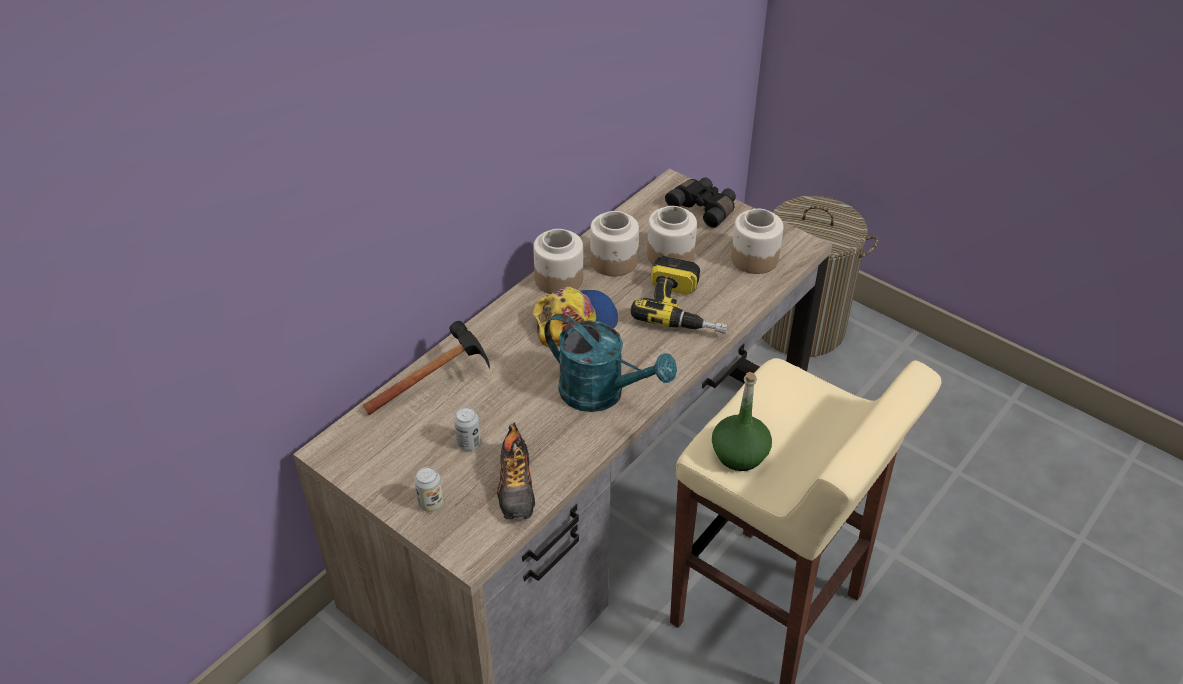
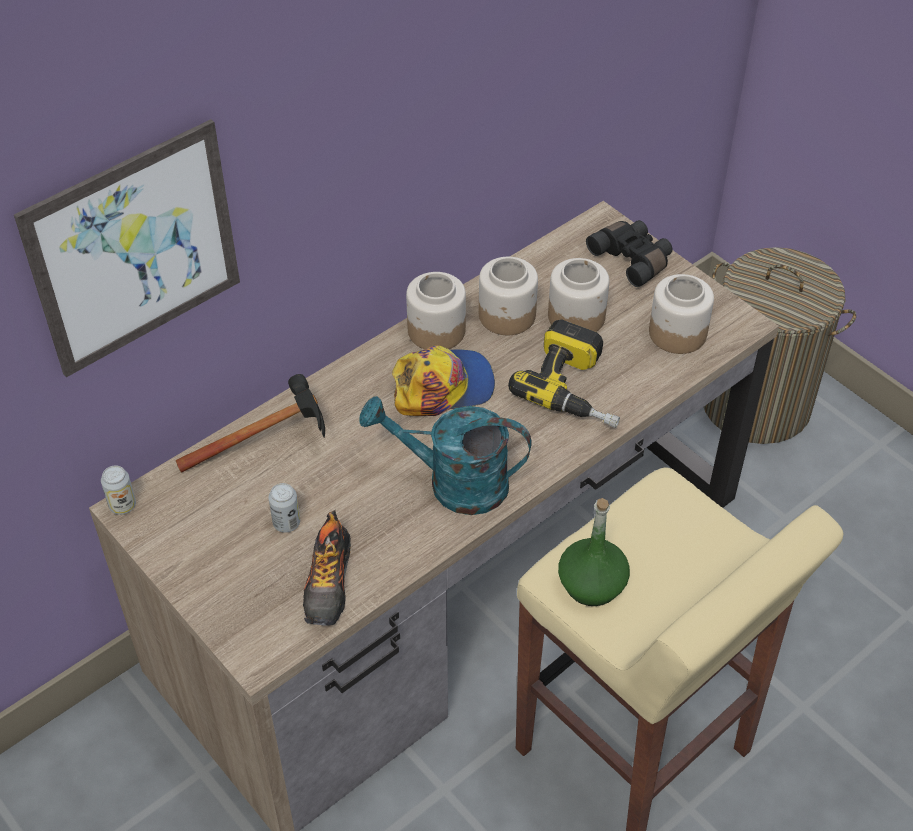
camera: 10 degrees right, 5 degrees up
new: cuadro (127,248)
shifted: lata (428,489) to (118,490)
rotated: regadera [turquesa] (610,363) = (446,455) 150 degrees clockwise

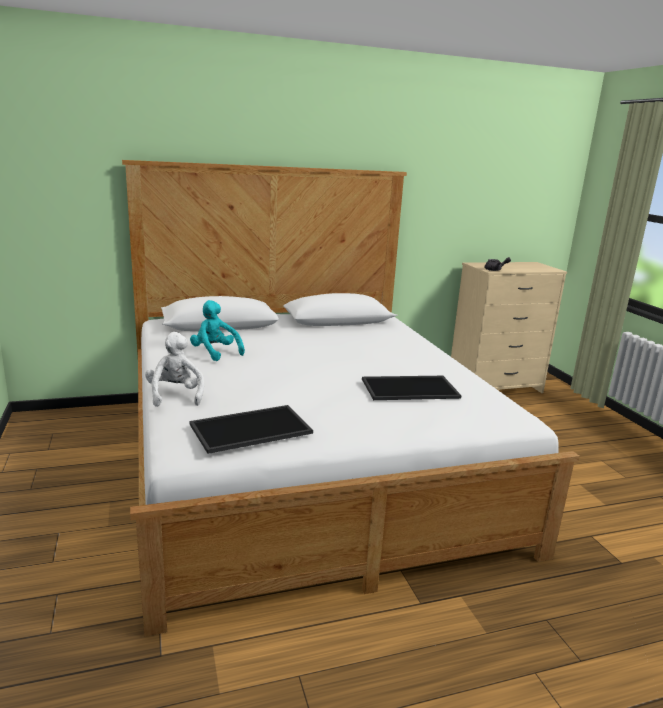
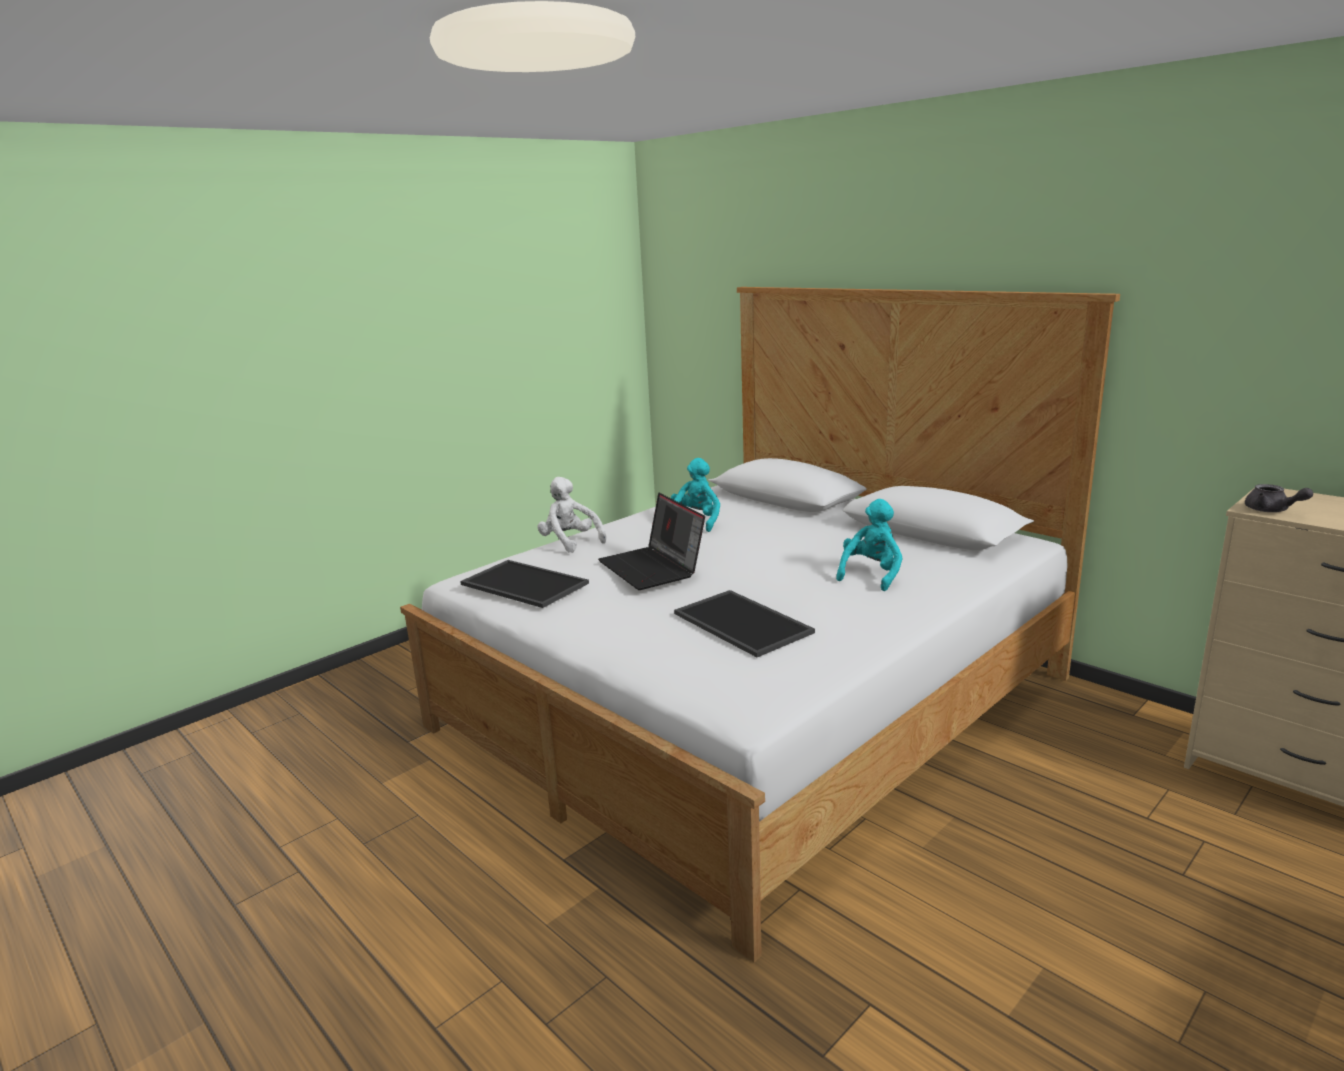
camera: 65 degrees right, 0 degrees up
new: portátil (651,541); peluche [turquesa] (869,545)
rotated: peluche [blanco] (174,369) = (571,515) 90 degrees counterclockwise

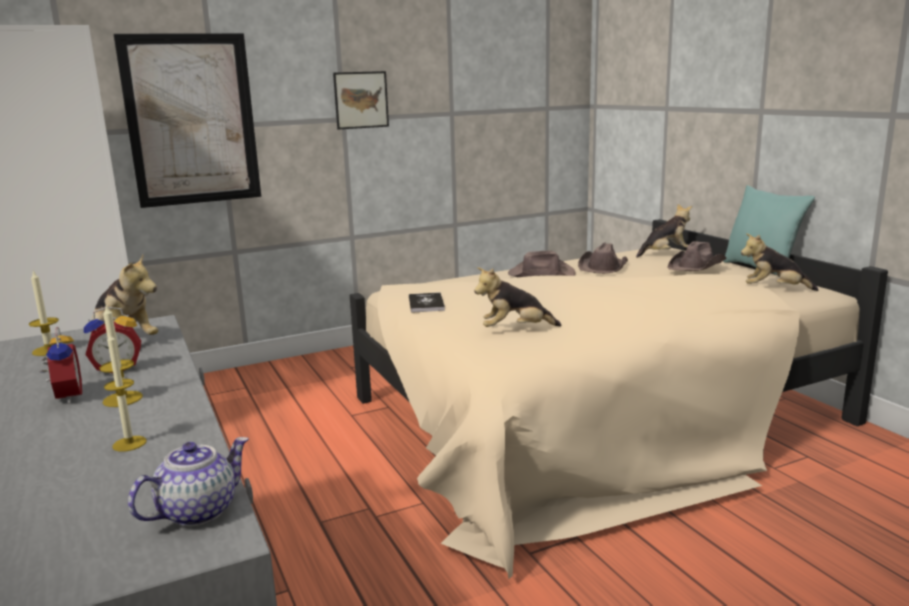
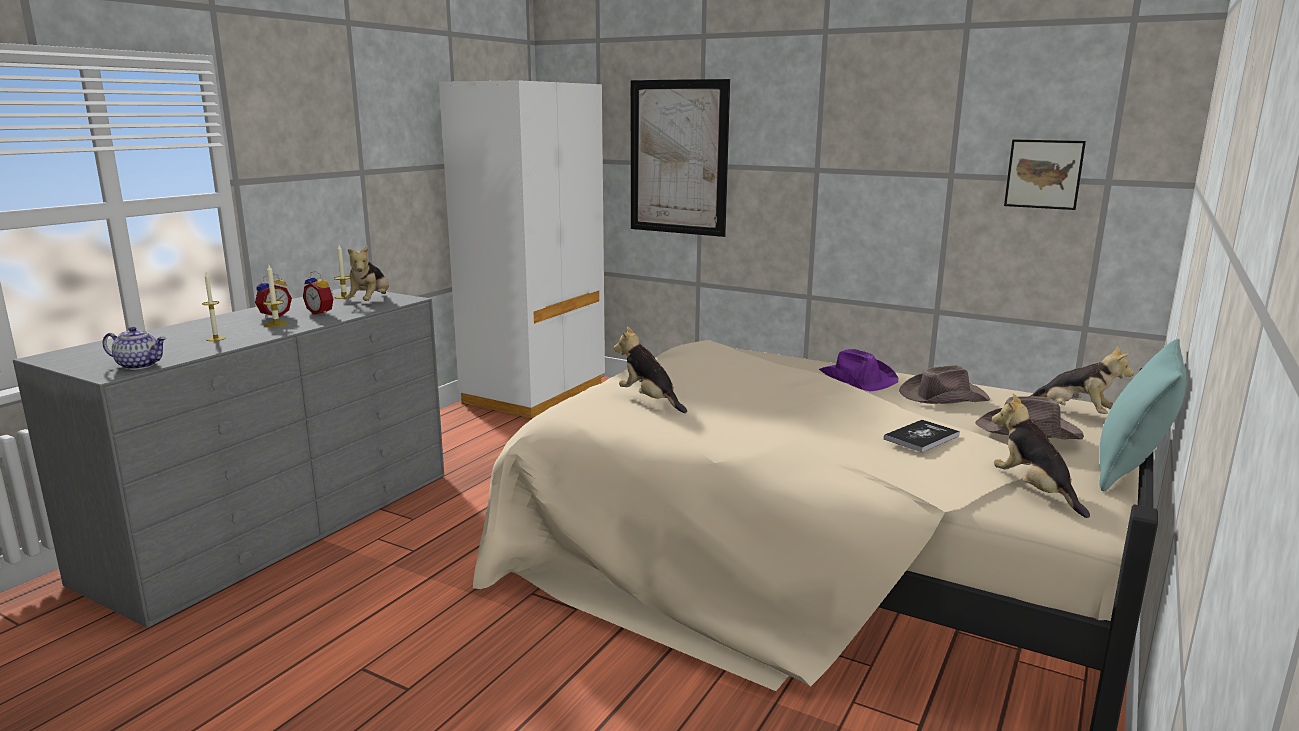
camera: 55 degrees right, 0 degrees up
shifted: cuadro (361,100) to (1045,174); libro (427,302) to (922,436)
repainted: sombrero [marrón] (541,264) to sombrero [morado] (858,370)

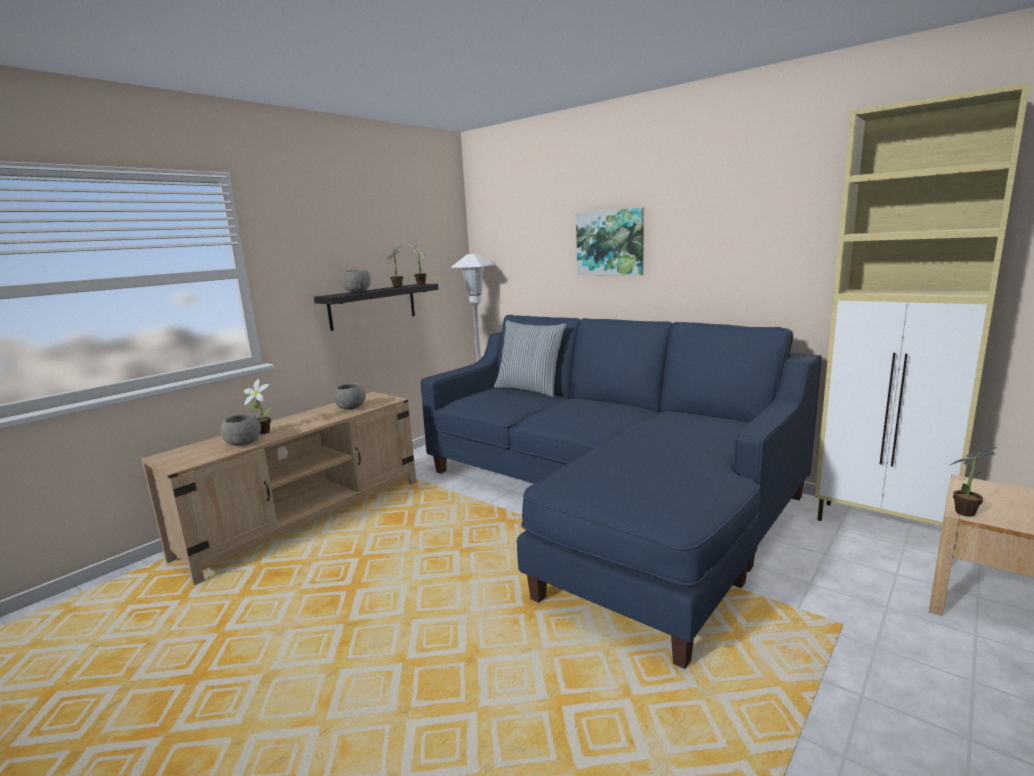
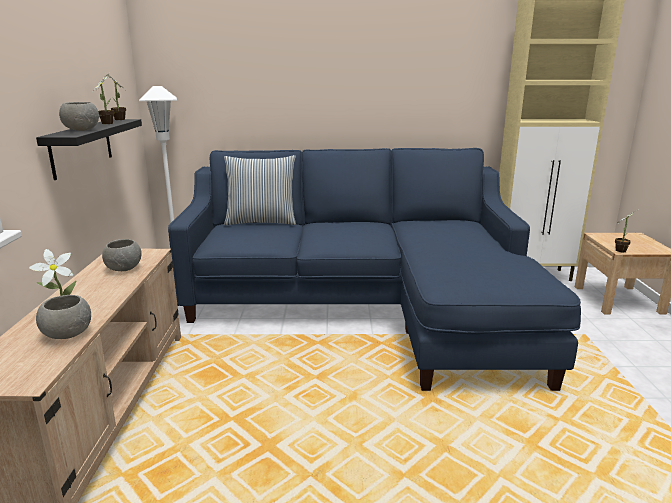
camera: 40 degrees left, 5 degrees up
gone: cuadro (610,241)

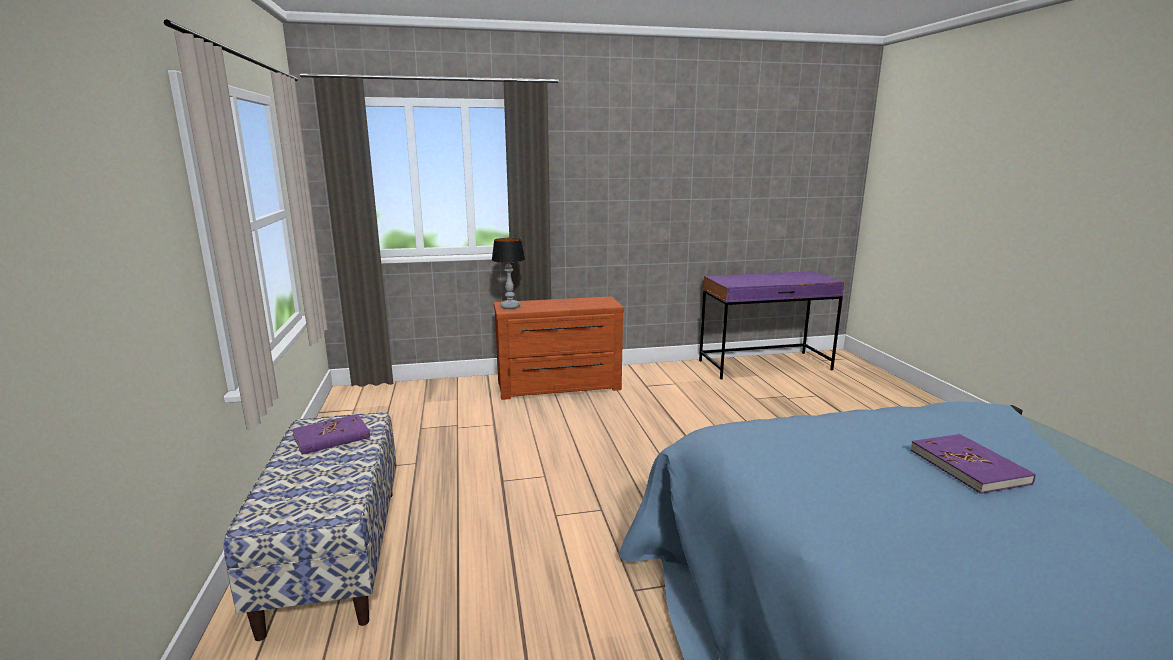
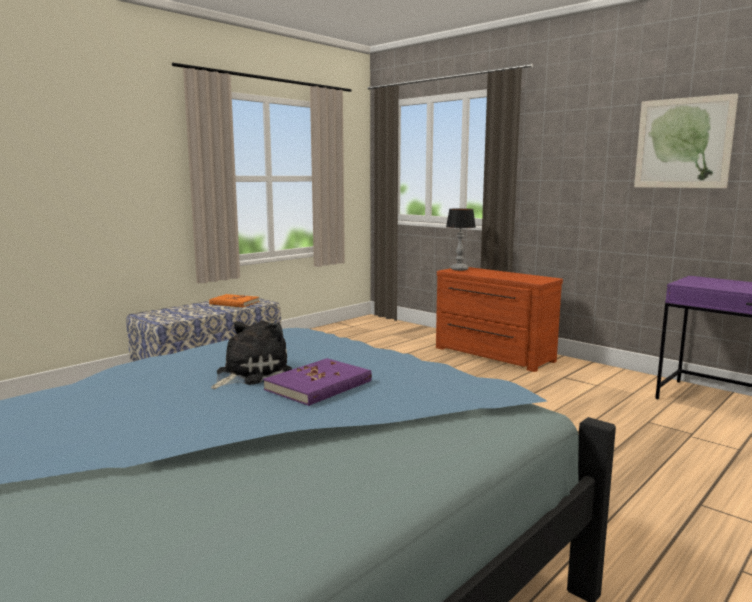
camera: 55 degrees right, 5 degrees down
new: cuadro (686,140); peluche (251,355)
repainted: libro [morado] (331,434) to libro [naranja] (234,301)

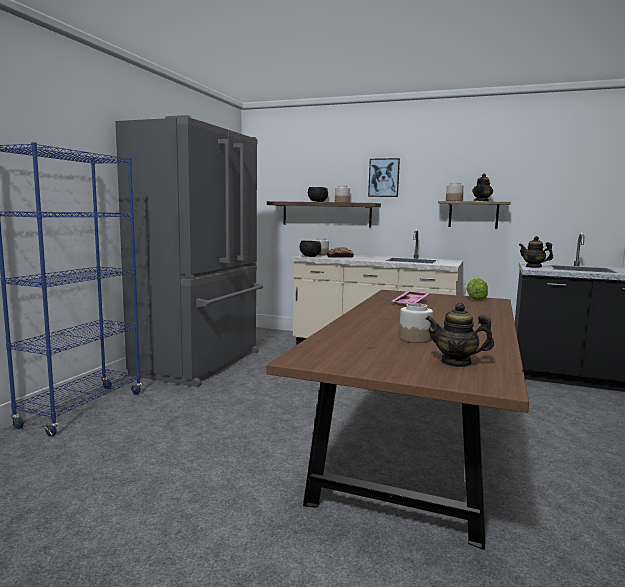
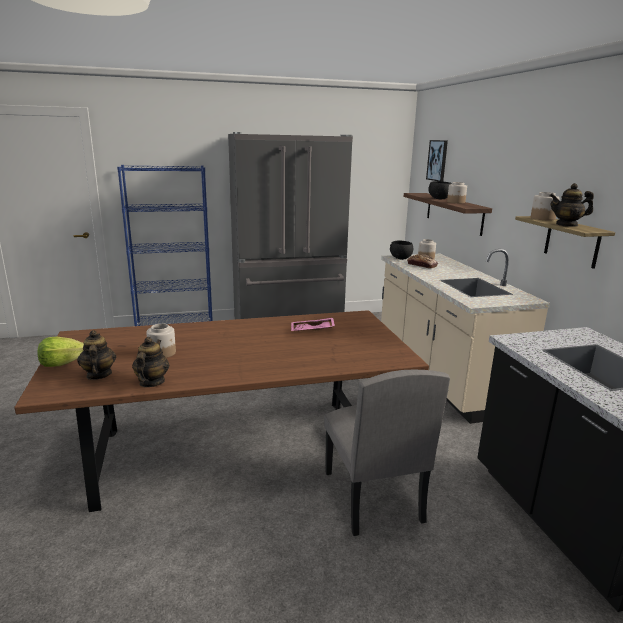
camera: 55 degrees right, 10 degrees up
new: silla [gris] (387,453)
shifted: cuadro (384,177) to (437,161); tetera (536,252) to (150,362); lechuga (477,289) to (61,352)

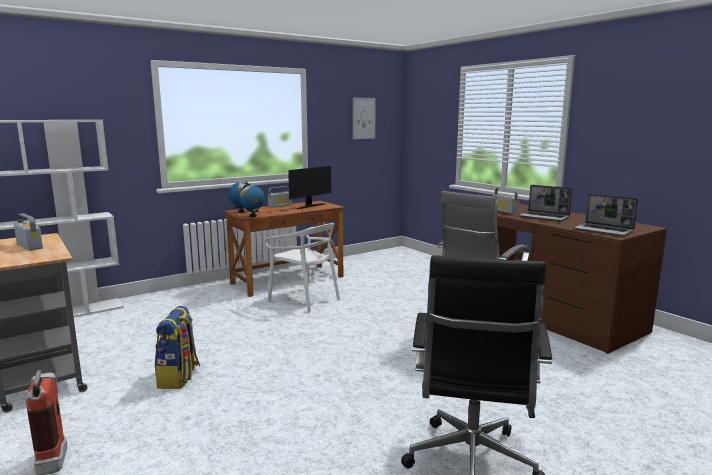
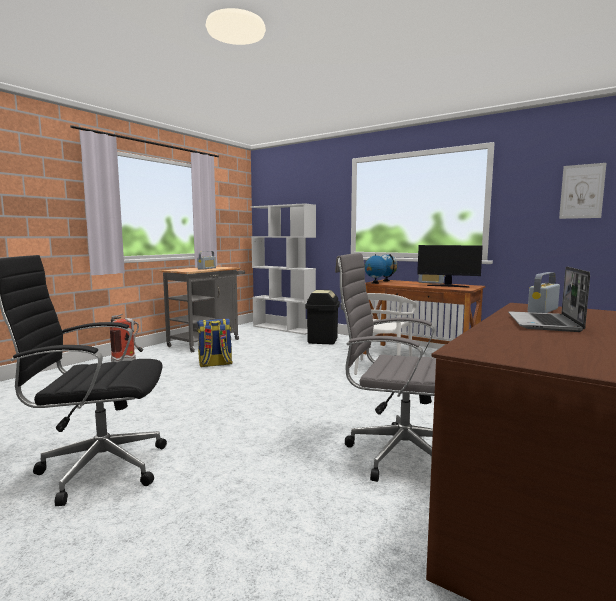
camera: 70 degrees right, 5 degrees down
gone: portátil (606,214)
new: papelera [negro] (322,317)

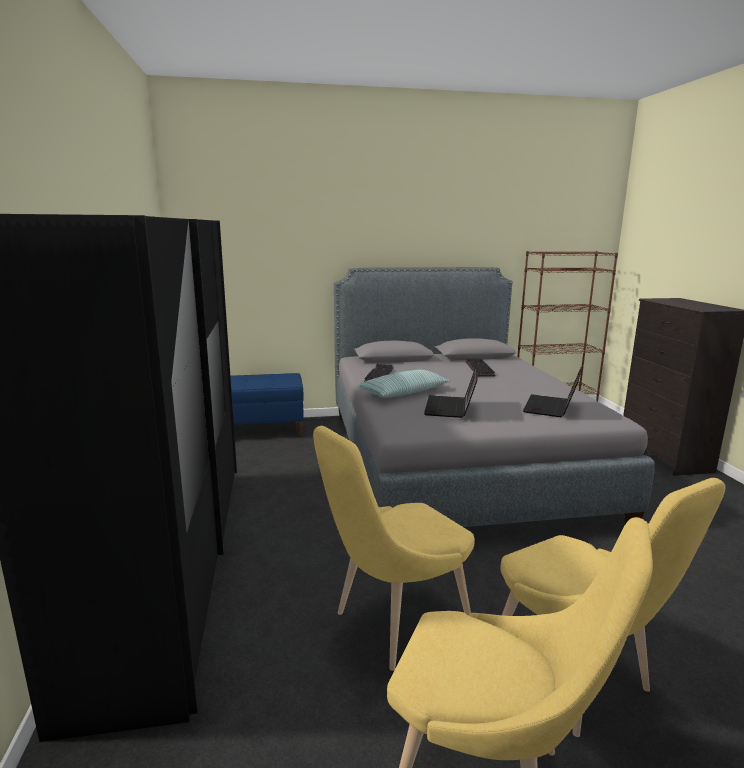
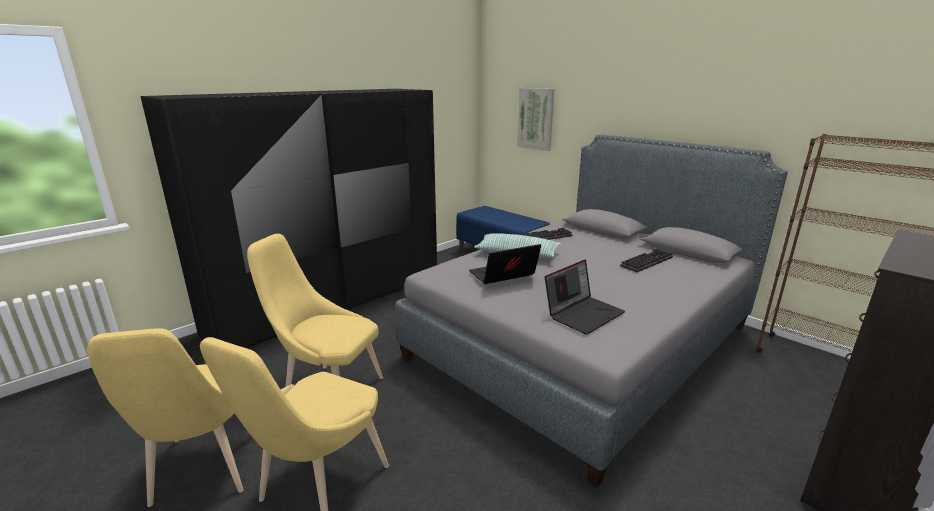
camera: 55 degrees right, 5 degrees up
new: cuadro (535,119)
rotated: portátil (552,392) = (585,297) 150 degrees clockwise

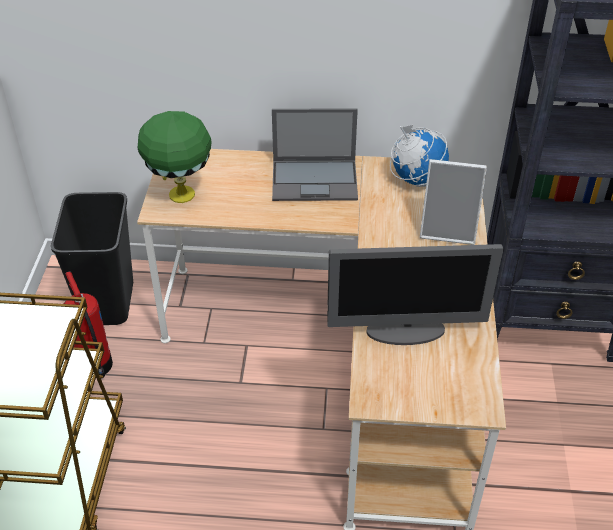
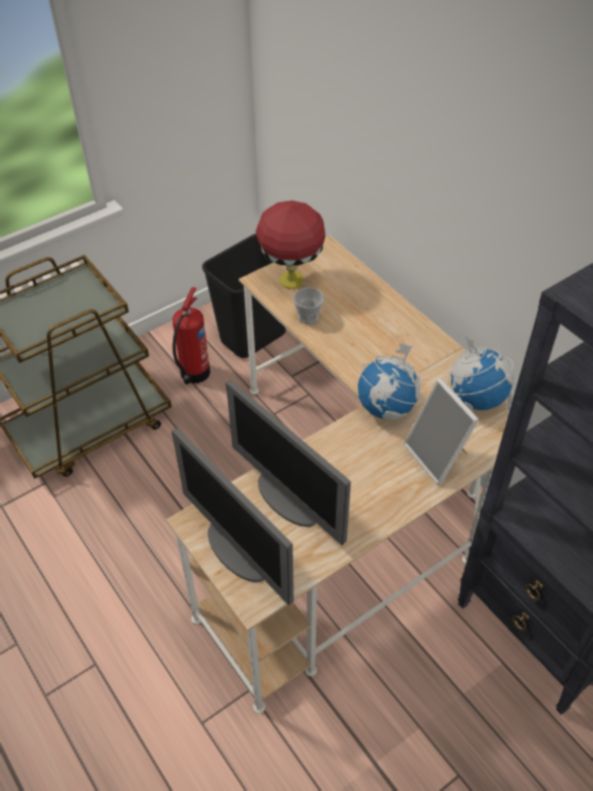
camera: 50 degrees right, 5 degrees up
gone: portátil (315,154)
new: taza (308,306); globo terráqueo (390,382); monitor (233,516)
repainted: lámpara de mesa [verde] (174,157) to lámpara de mesa [rojo] (290,244)

